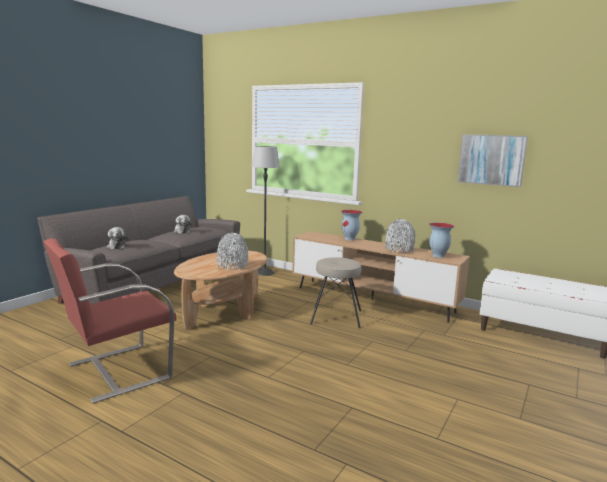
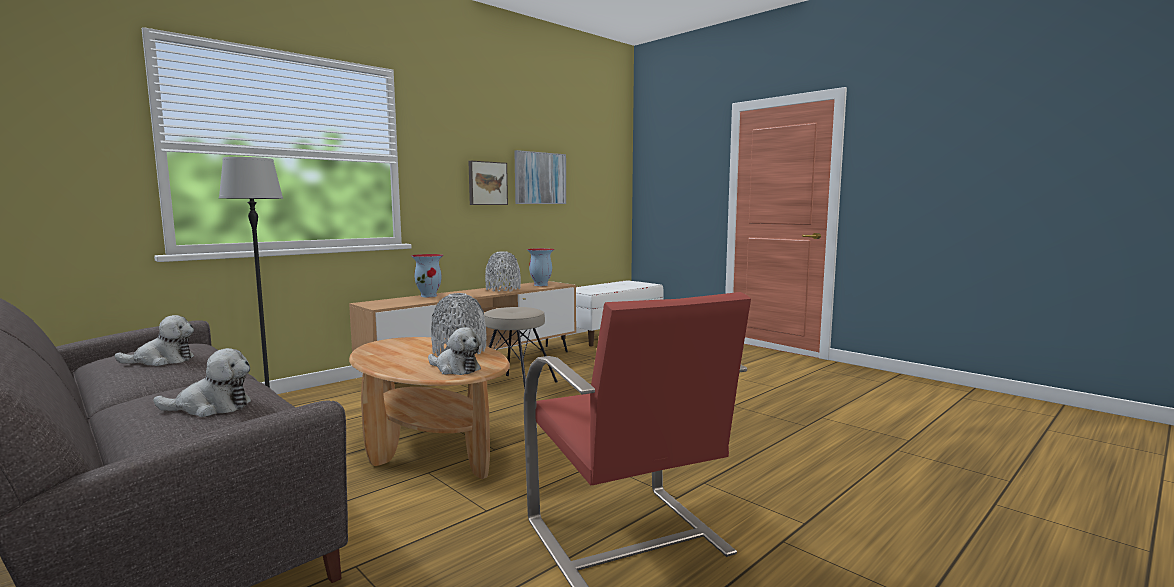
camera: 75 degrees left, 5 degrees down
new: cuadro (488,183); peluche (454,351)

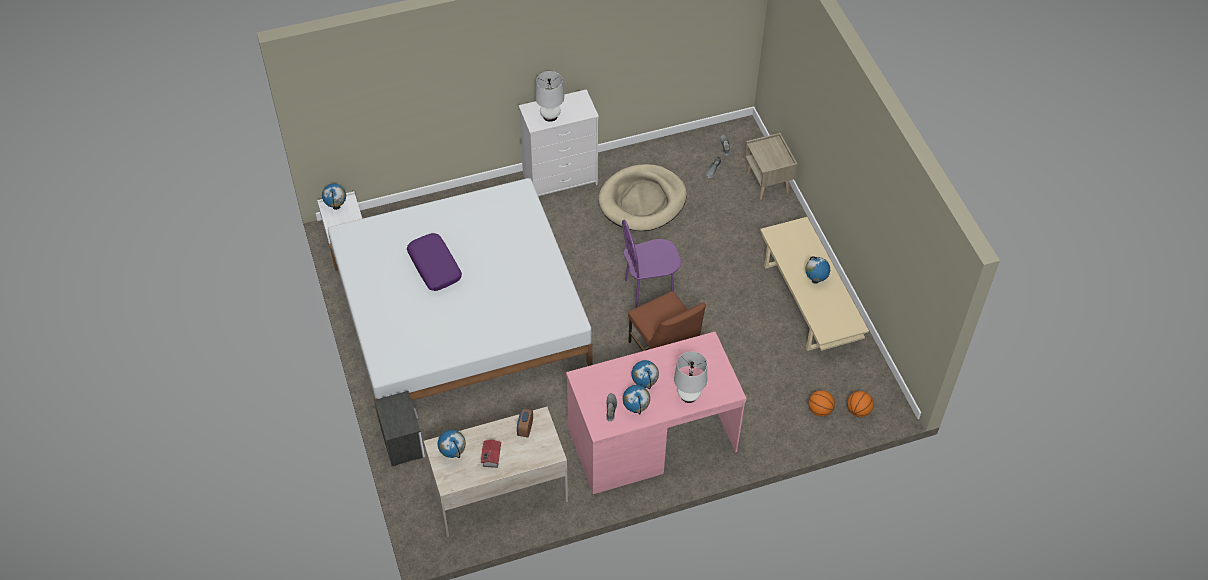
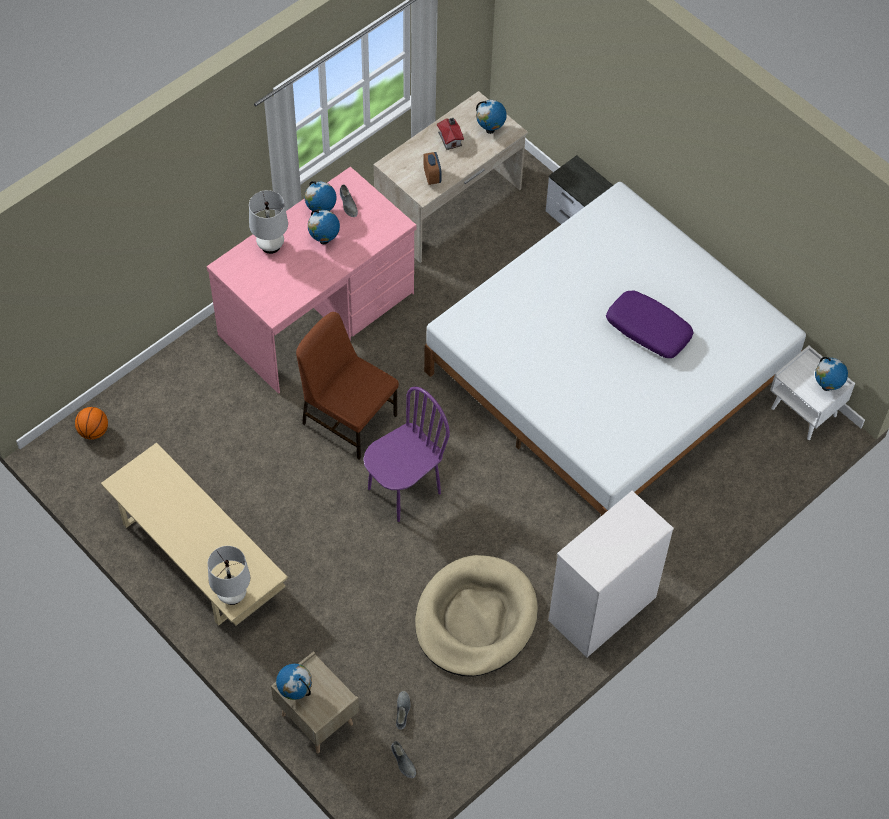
camera: 155 degrees right, 5 degrees up
gone: balón de baloncesto (821,403)
shifted: lámpara de mesa [blanco] (549,96) to (229,575); globo terráqueo (817,270) to (294,682)

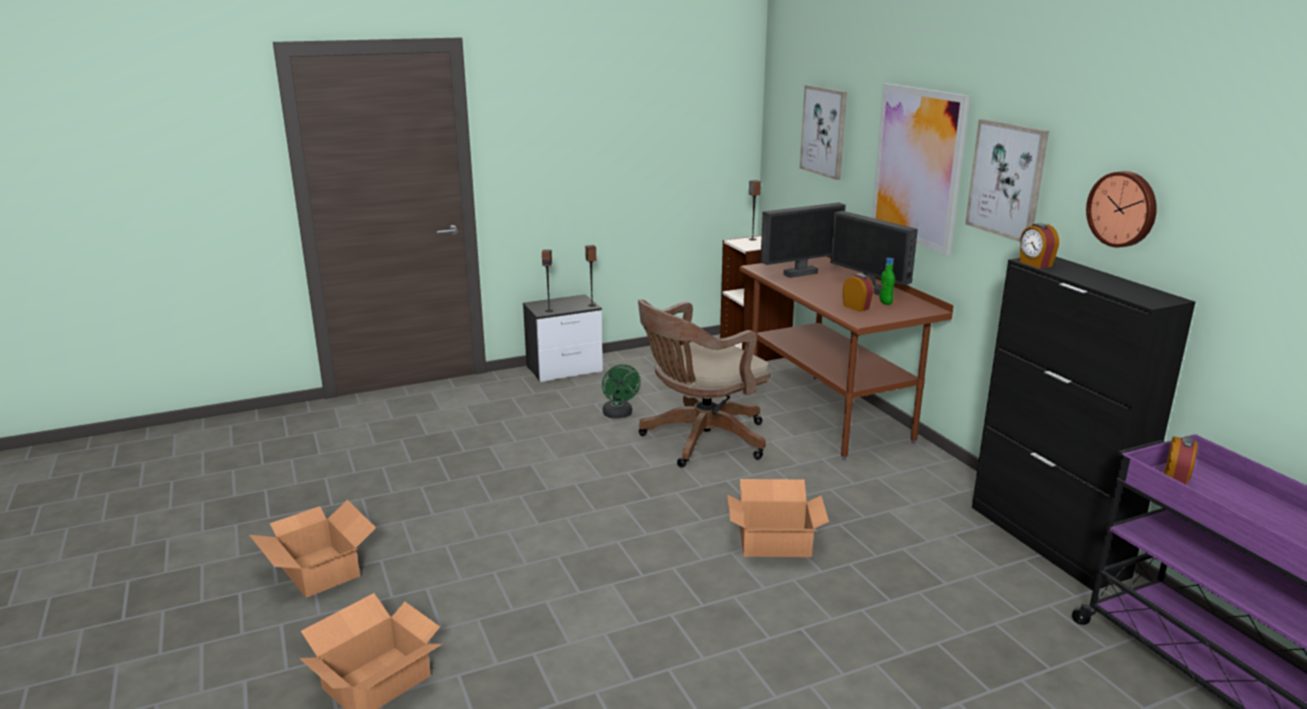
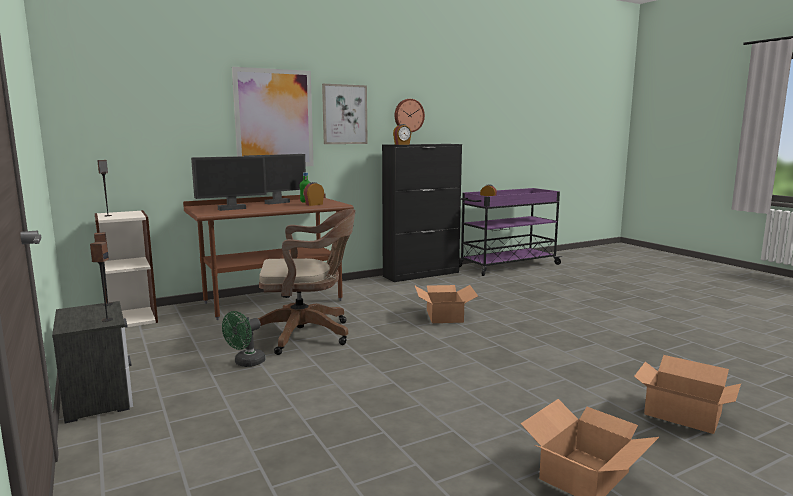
camera: 95 degrees left, 10 degrees down
gone: cuadro (823,132)
rotated: monitor (803,240) = (229,183) 90 degrees clockwise; silla de oficina [marrón] (704,383) = (307,282) 60 degrees counterclockwise; ventilador [verde] (621,391) = (244,339) 150 degrees clockwise

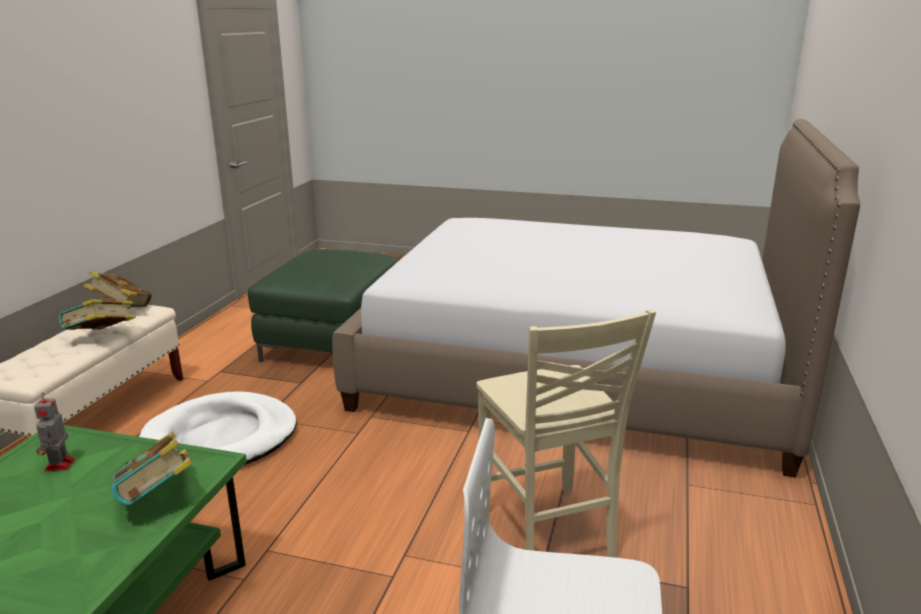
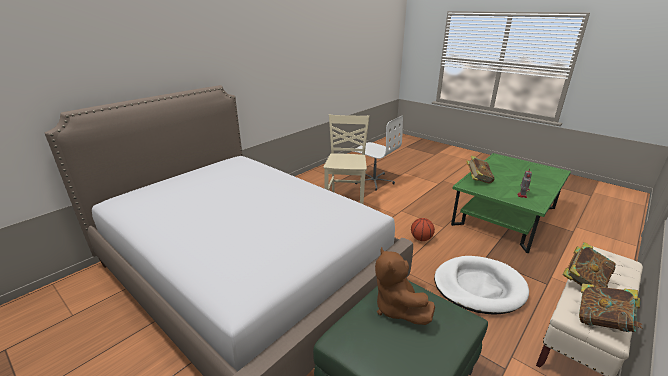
camera: 155 degrees left, 5 degrees up
new: balón de baloncesto (423,229); peluche [marrón] (405,286)

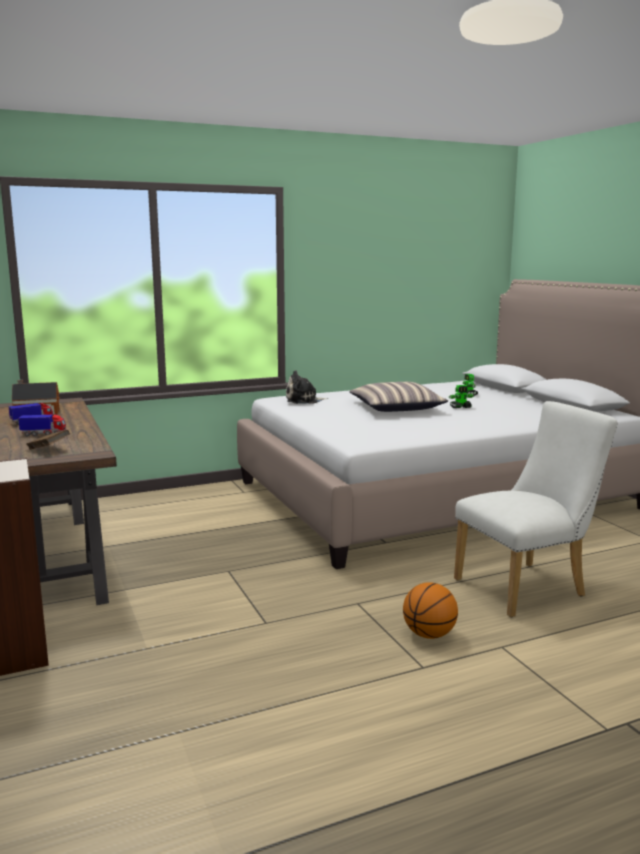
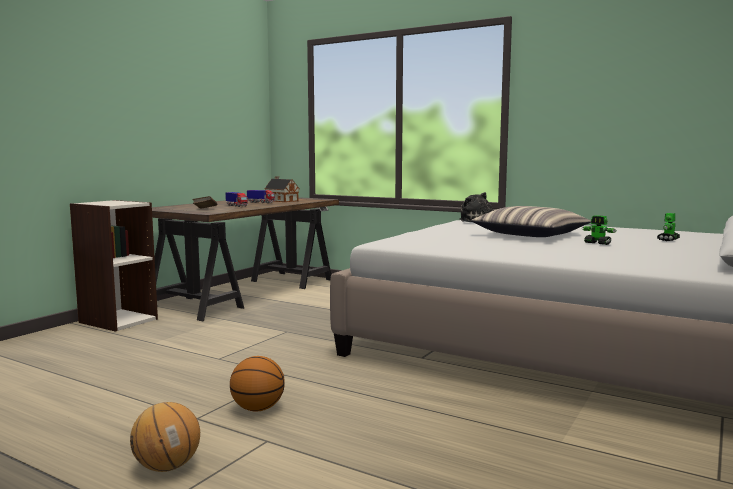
camera: 55 degrees right, 5 degrees down
gone: silla [blanco] (536,509)
new: balón de baloncesto (165,437)

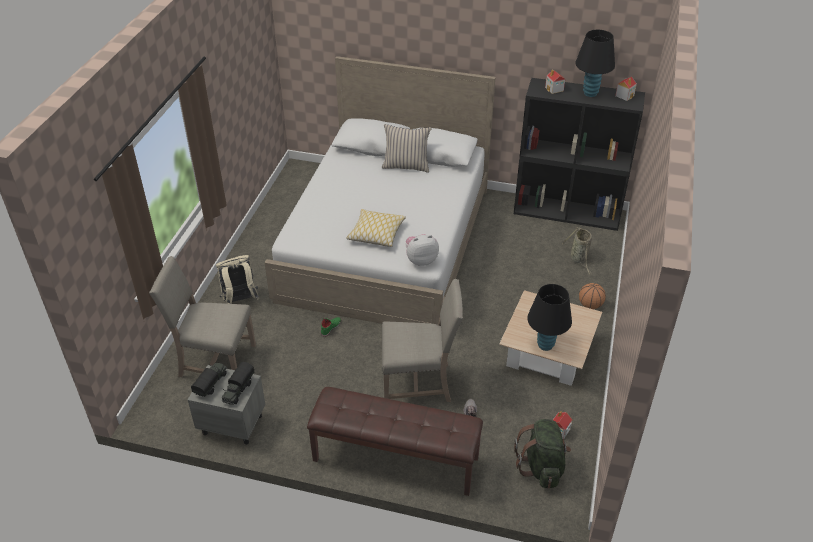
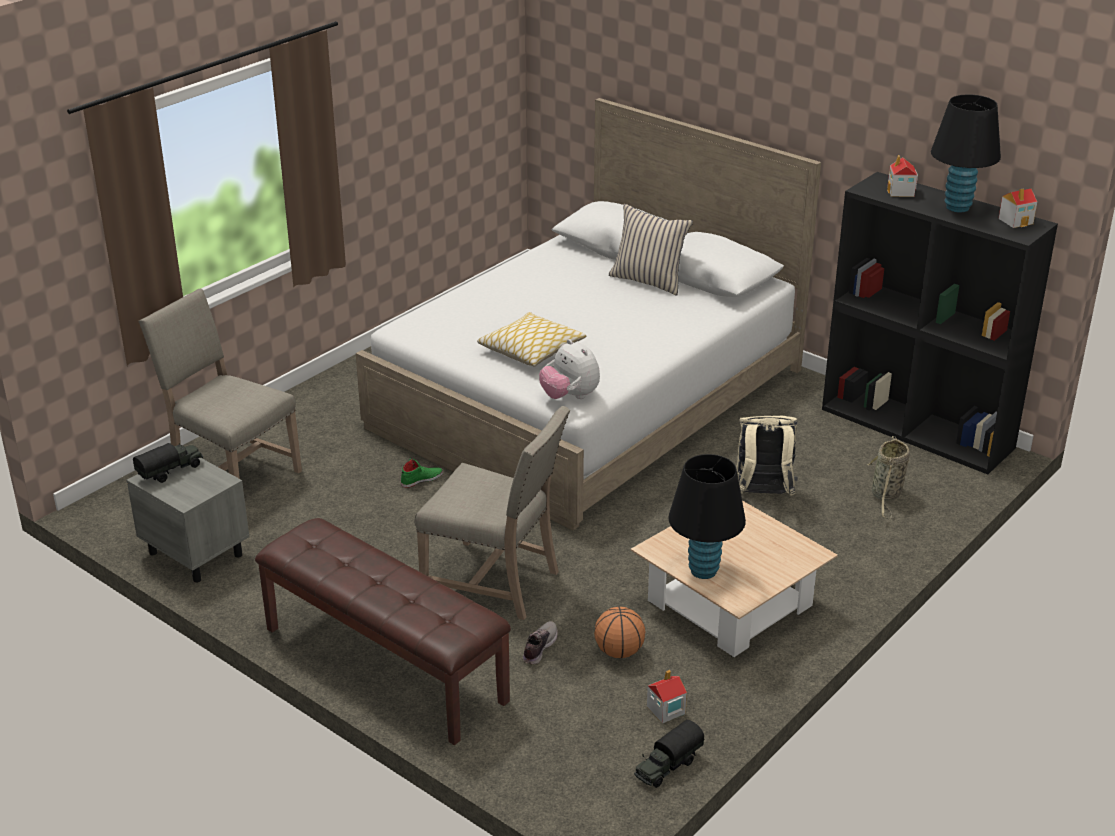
camera: 25 degrees right, 10 degrees down
gone: mochila [verde] (542,453)
shifted: mochila [beis] (237,279) to (767,456); balón de baloncesto (592,296) to (619,632); camión de juguete (238,383) to (669,754)
rotated: peluche (422,250) = (569,369) 135 degrees counterclockwise

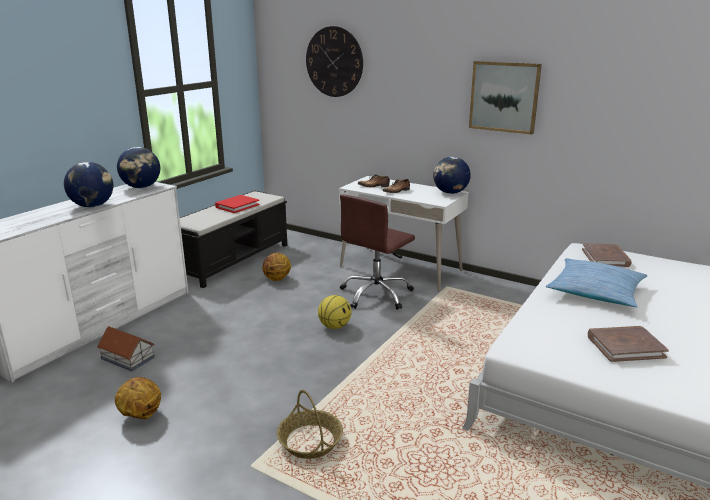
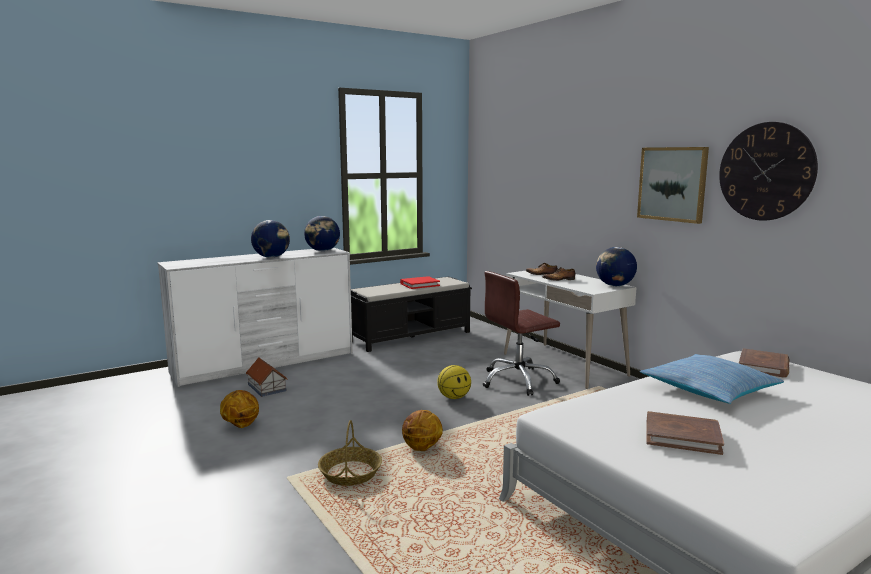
camera: 25 degrees right, 10 degrees down
shifted: reloj de pared (334,61) to (768,171); balón de baloncesto (276,267) to (422,430)

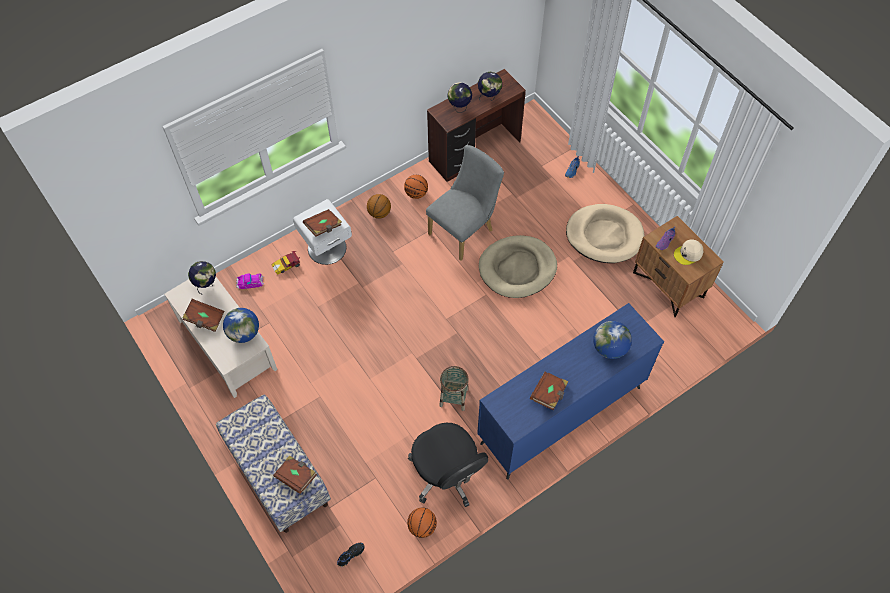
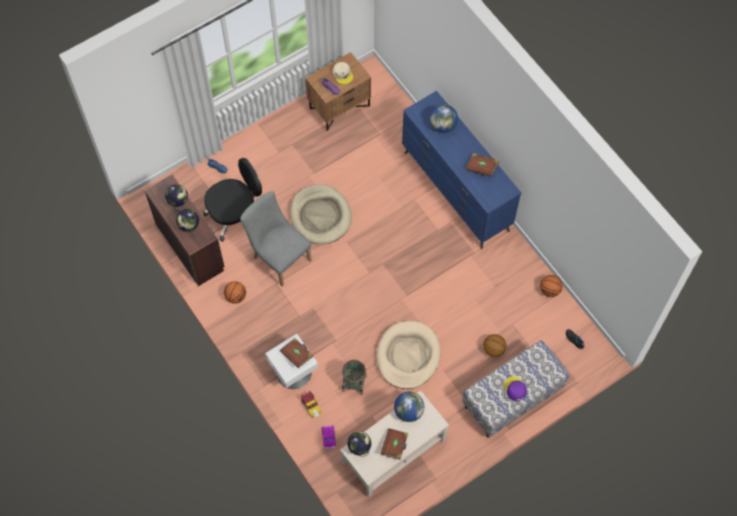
camera: 90 degrees left, 5 degrees up
gone: libro [marrón] (295,474)
new: gorra [morado] (515,388)
shifted: balón de baloncesto (379,206) to (494,345); cama para perro [beis] (605,233) to (408,355); cesta (454,388) to (354,377); silla de oficina [negro] (448,465) to (232,200)

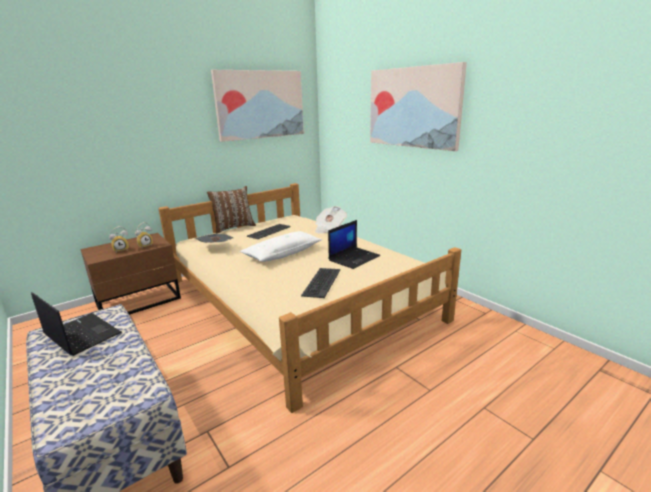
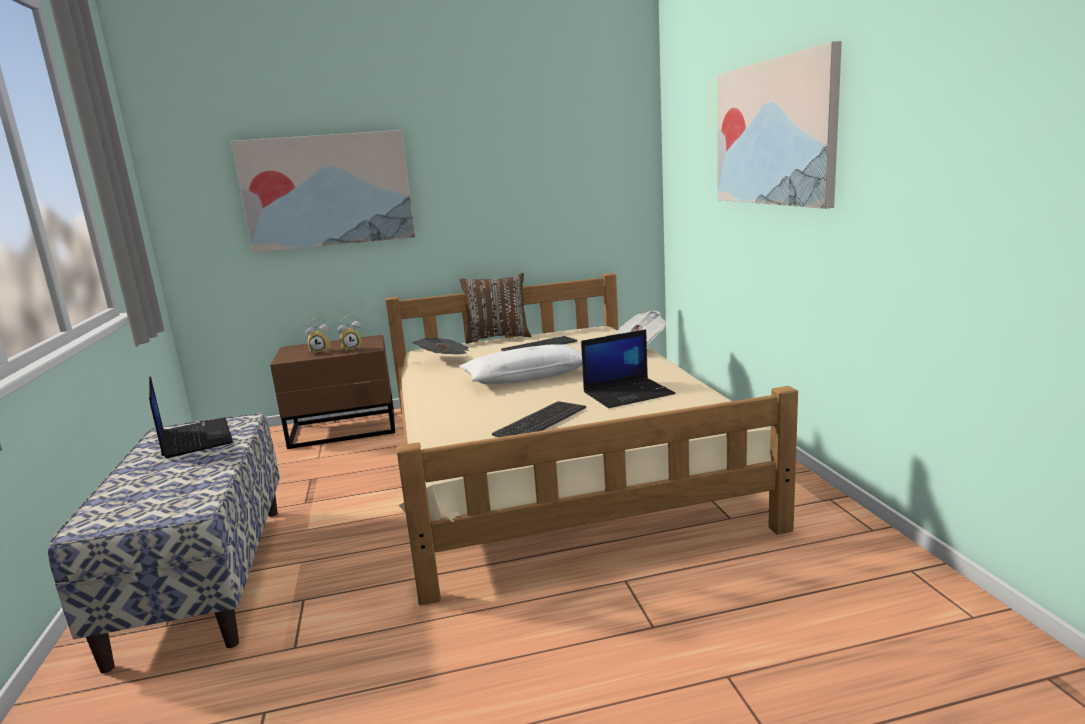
camera: 25 degrees right, 5 degrees down
shifted: cuadro (257,106) to (323,191)

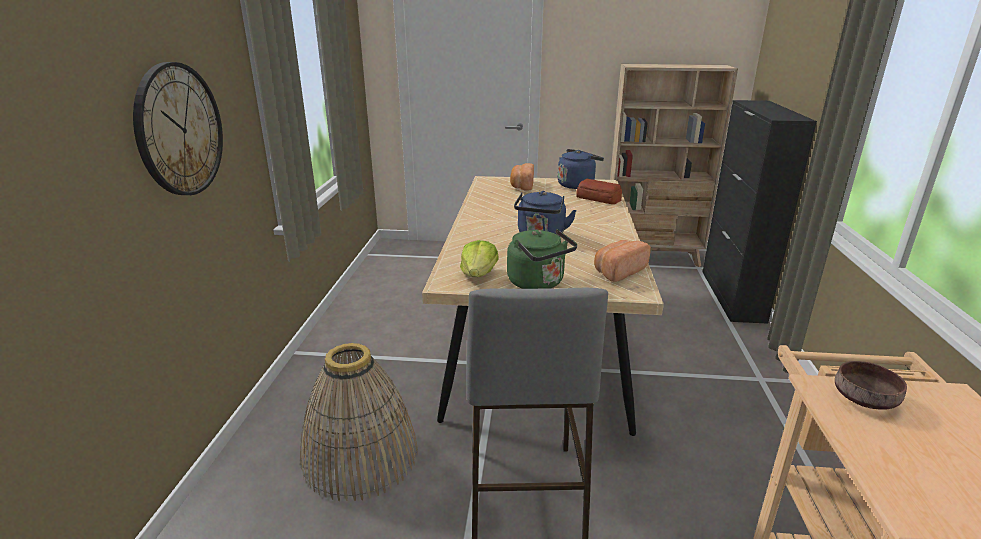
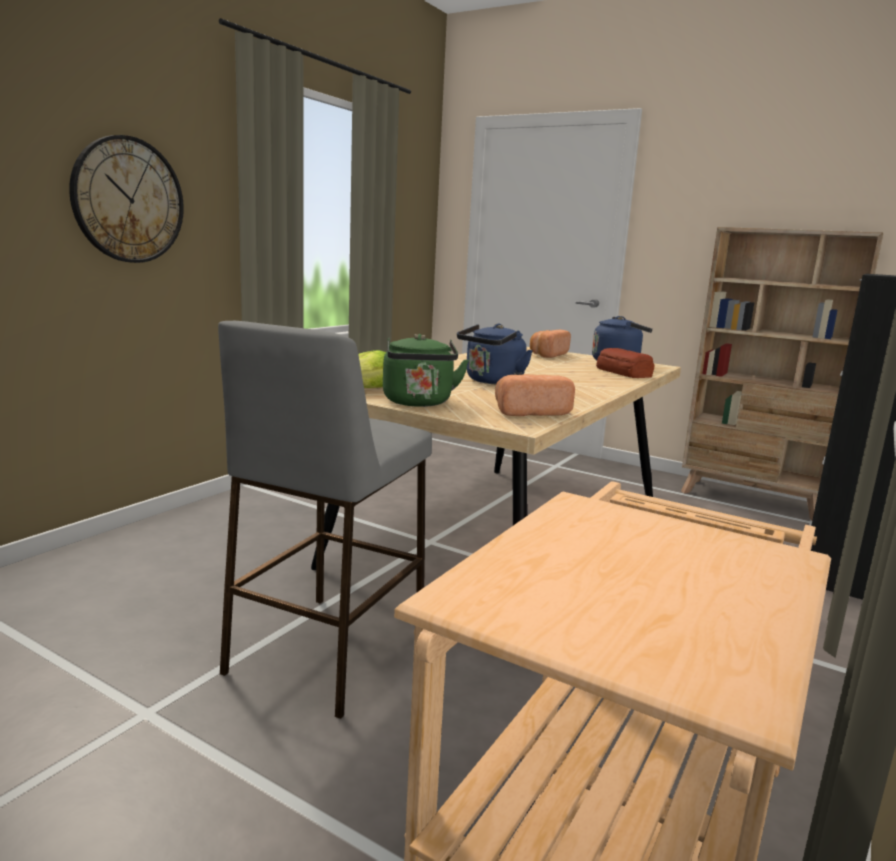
camera: 25 degrees right, 10 degrees down
gone: cesta (359,422); cuenco [marrón] (871,385)

